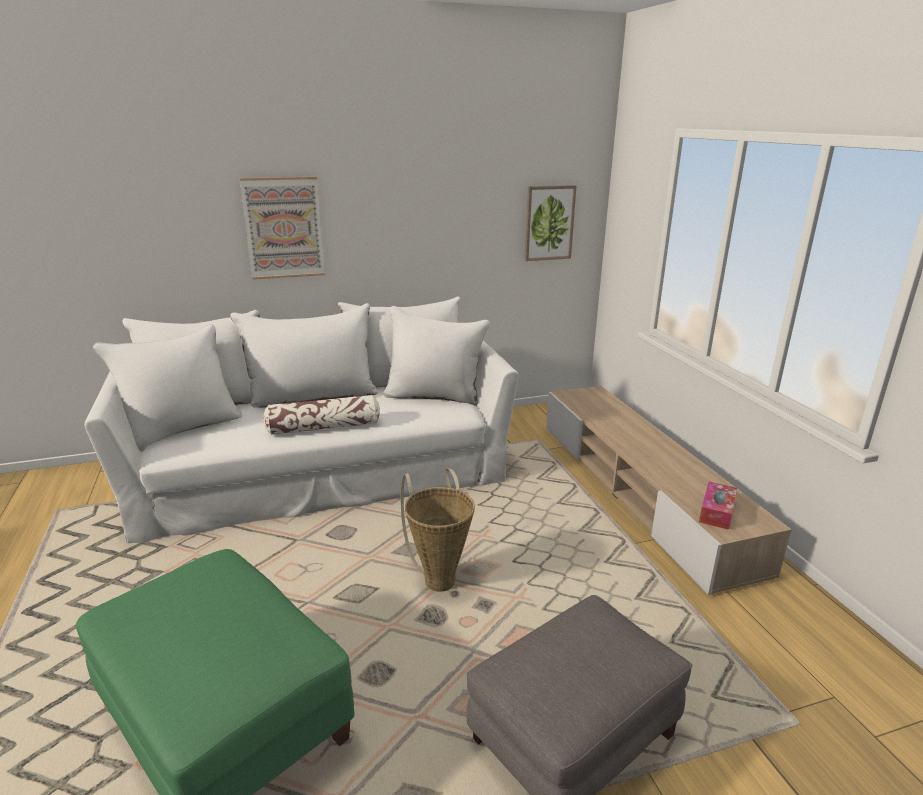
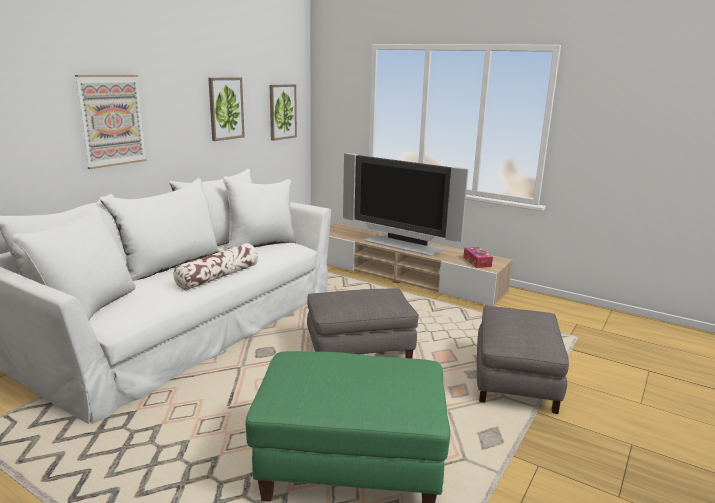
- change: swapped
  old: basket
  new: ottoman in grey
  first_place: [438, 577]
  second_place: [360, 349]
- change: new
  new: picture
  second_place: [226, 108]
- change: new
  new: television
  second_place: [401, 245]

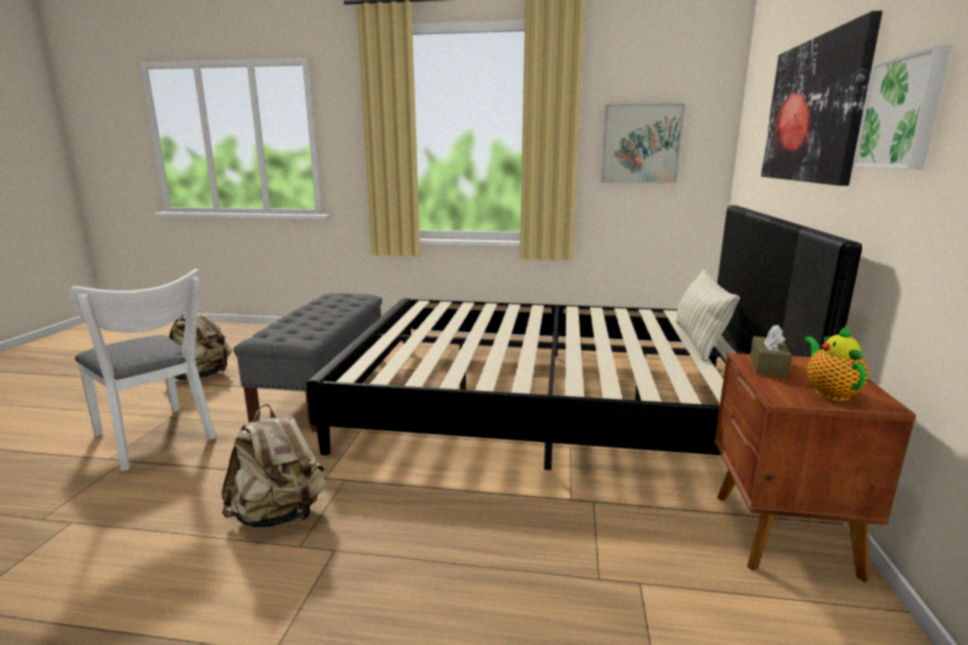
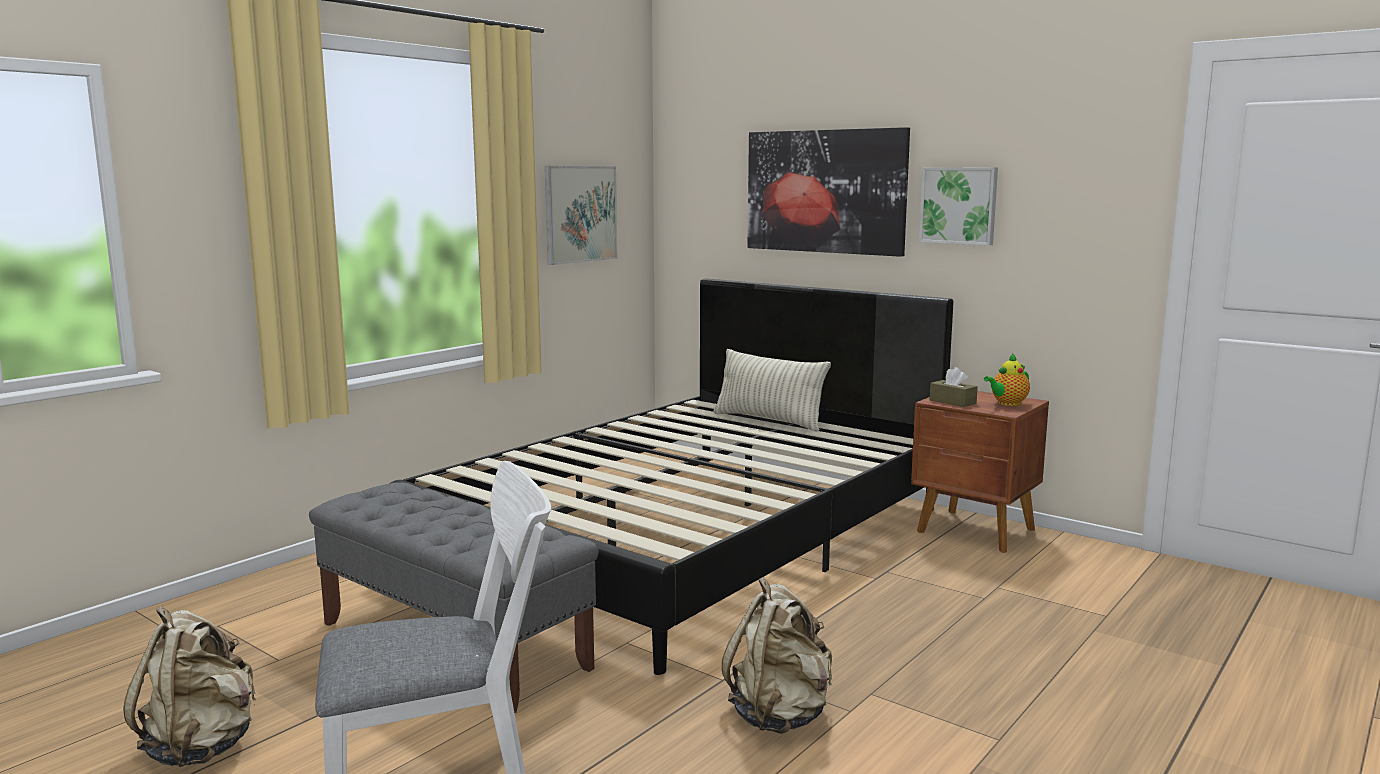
- change: rotated
  old: teapot
  first_place: [829, 392]
  second_place: [1007, 403]
  degrees: -60

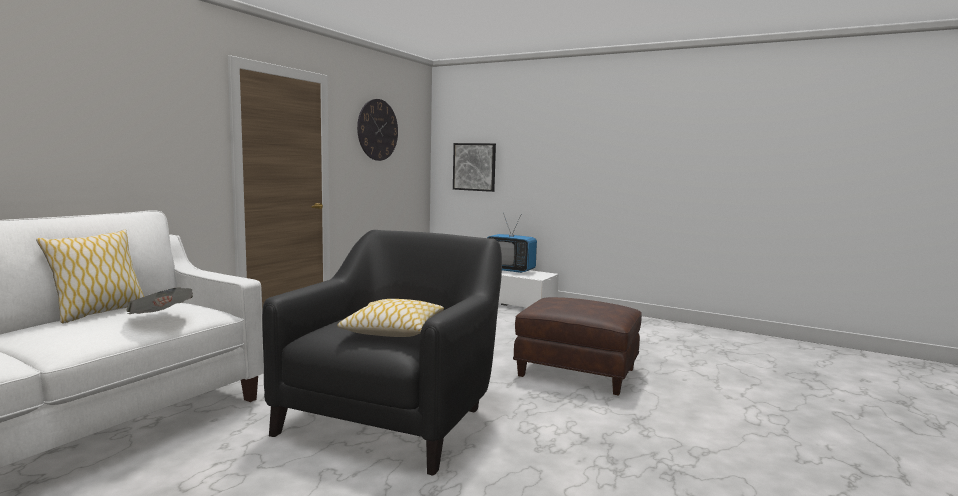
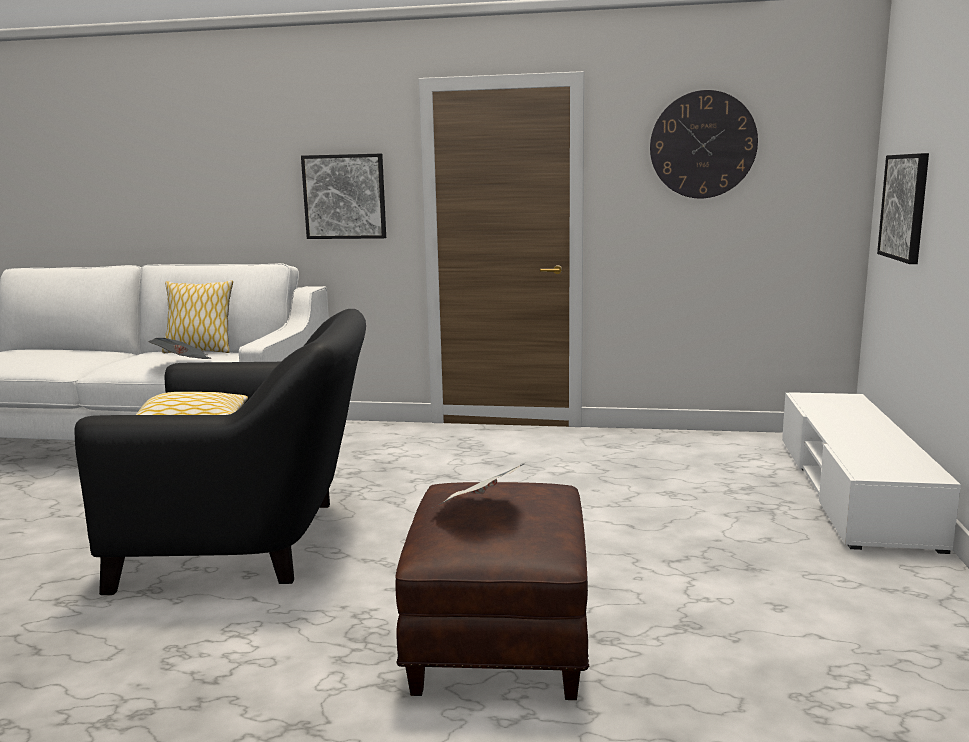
- change: gone
  old: television
  first_place: [510, 270]
- change: new
  new: picture
  second_place: [344, 196]
- change: new
  new: newspaper
  second_place: [477, 510]

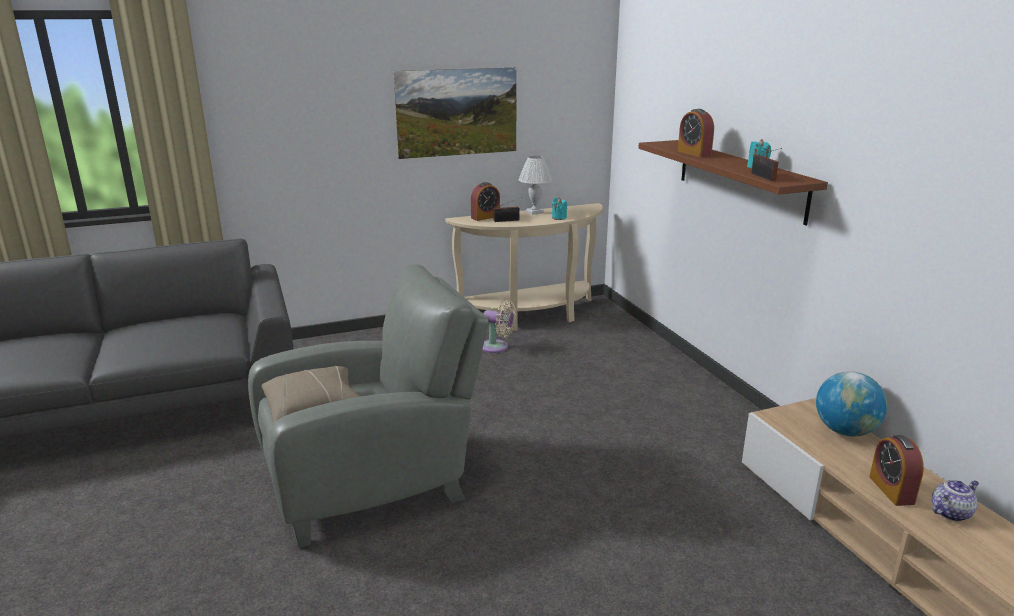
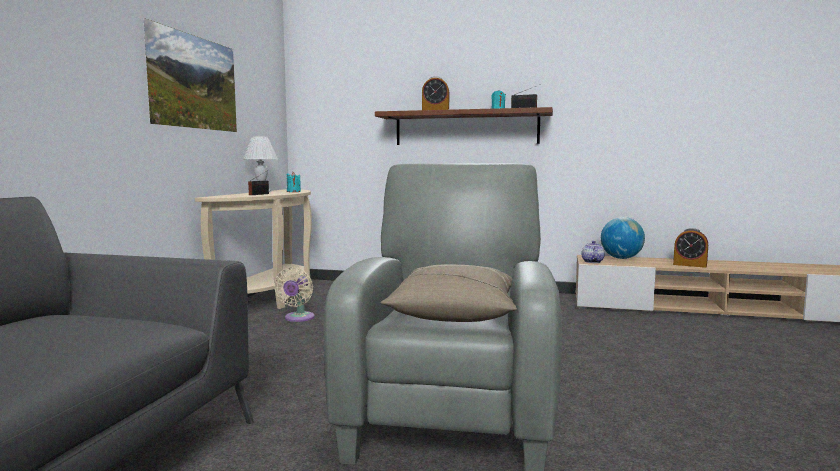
- change: gone
  old: alarm clock
  first_place: [485, 217]
- change: rotated
  old: fan in beige
  first_place: [497, 347]
  second_place: [298, 318]
  degrees: 135
- change: shifted
  old: teapot
  first_place: [950, 512]
  second_place: [592, 262]

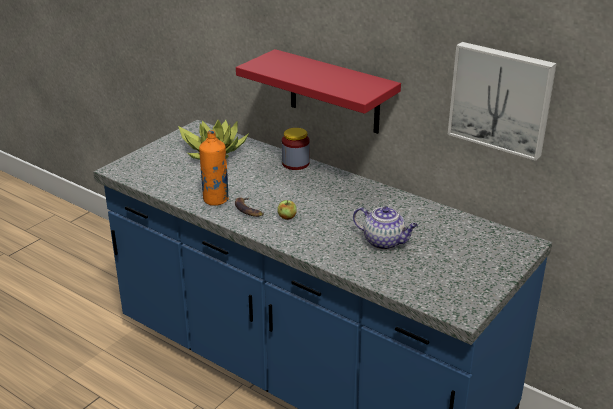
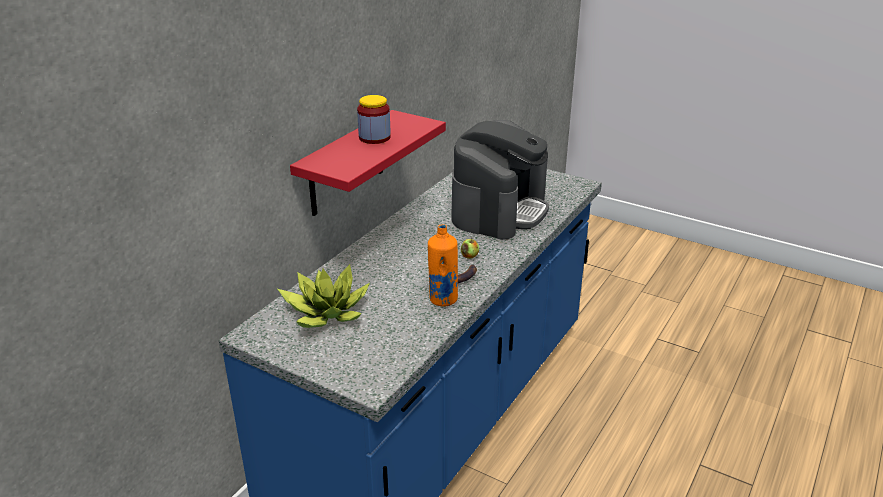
- change: gone
  old: picture
  first_place: [501, 99]
- change: shifted
  old: jar
  first_place: [295, 163]
  second_place: [374, 137]
- change: swapped
  old: teapot
  new: coffee machine
  first_place: [384, 242]
  second_place: [499, 210]

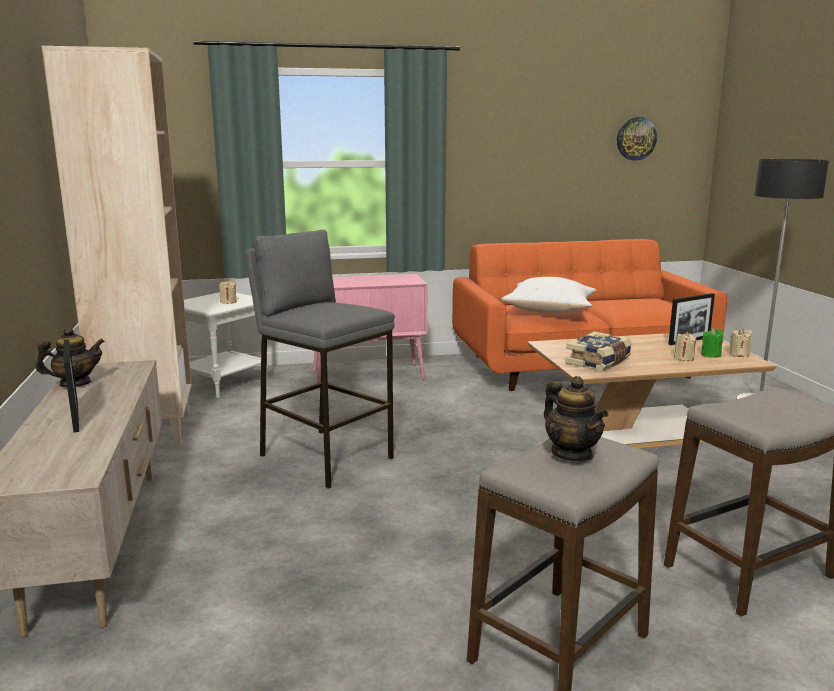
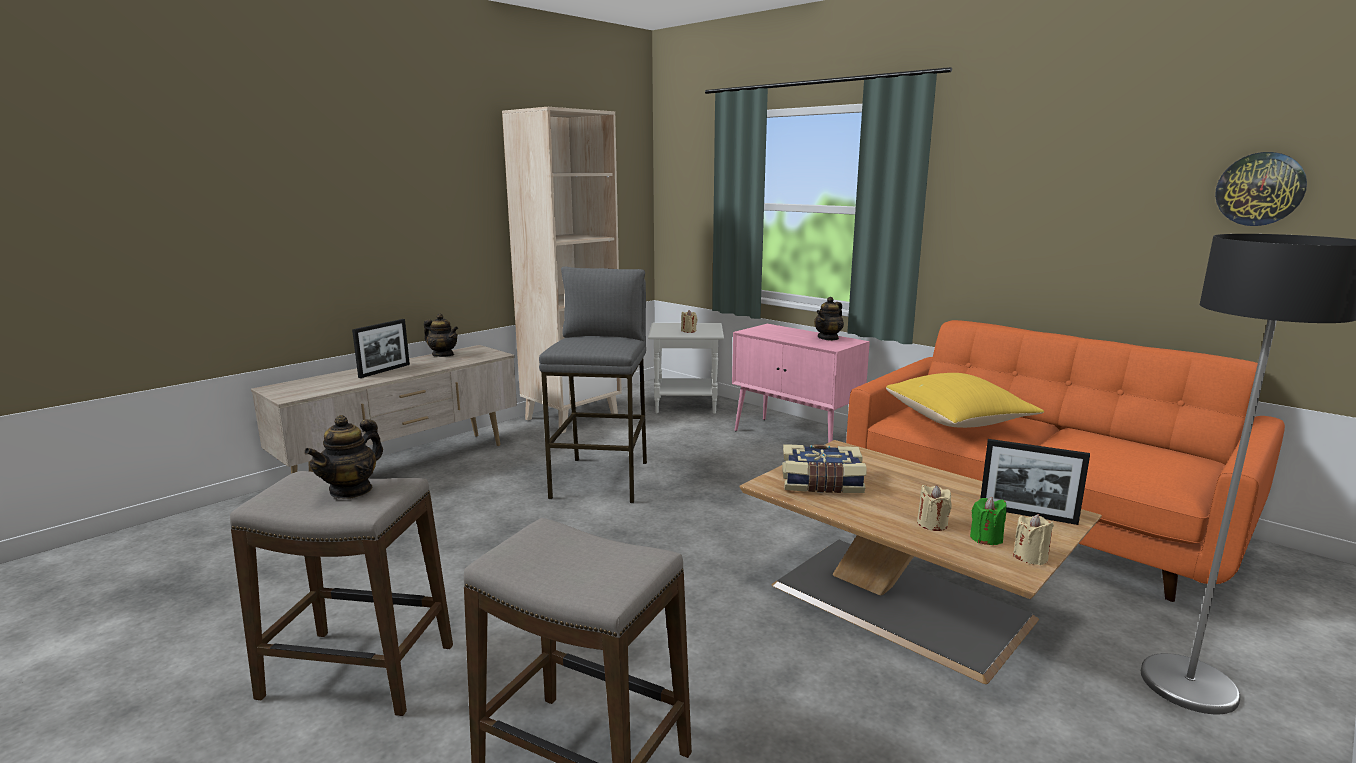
- change: repainted
  old: pillow in white
  new: pillow in yellow
  first_place: [550, 311]
  second_place: [959, 422]
- change: new
  new: teapot
  second_place: [828, 338]

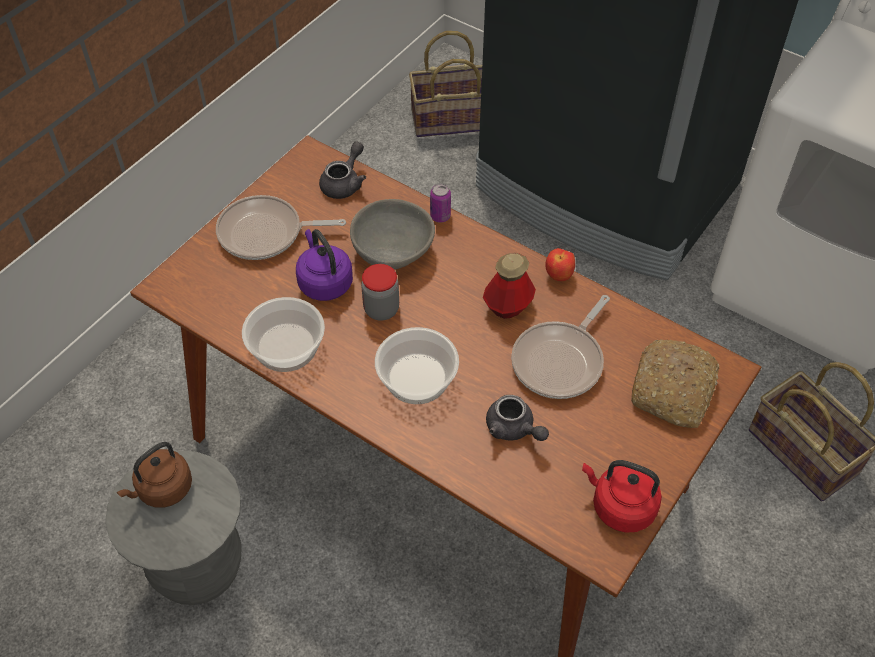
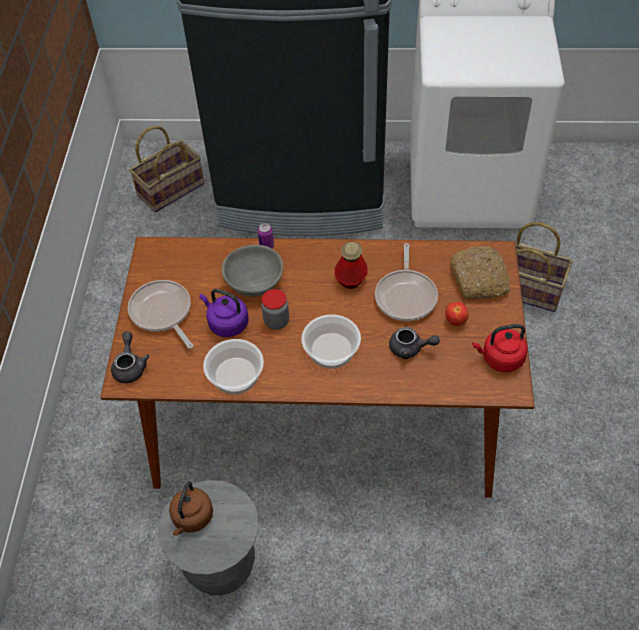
- change: shifted
  old: teapot in grey
  first_place: [344, 183]
  second_place: [130, 366]
- change: rotated
  old: frying pan
  first_place: [265, 234]
  second_place: [162, 313]
  degrees: 90
- change: shifted
  old: apple
  first_place: [559, 276]
  second_place: [455, 321]

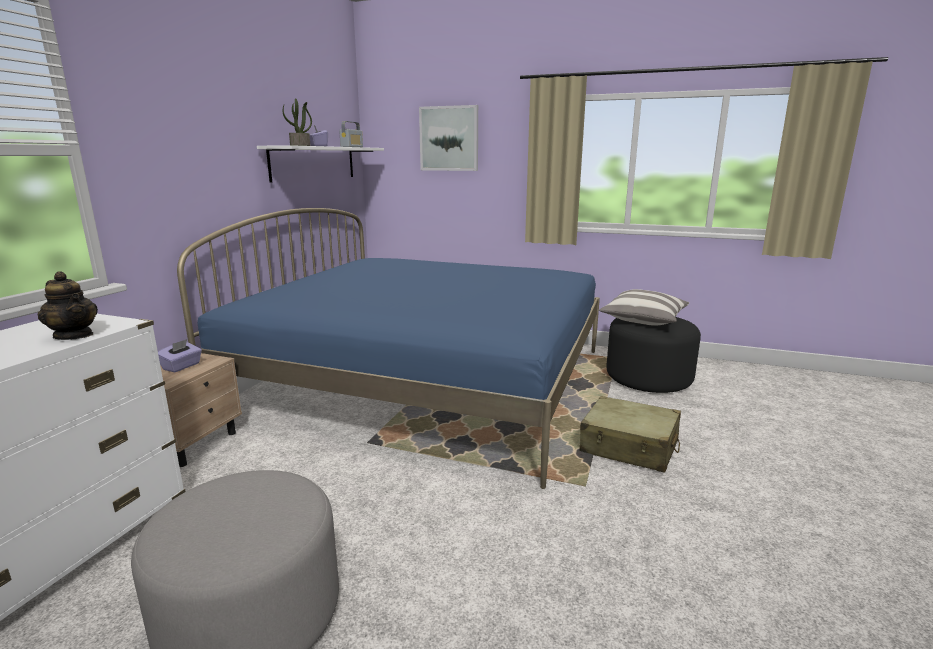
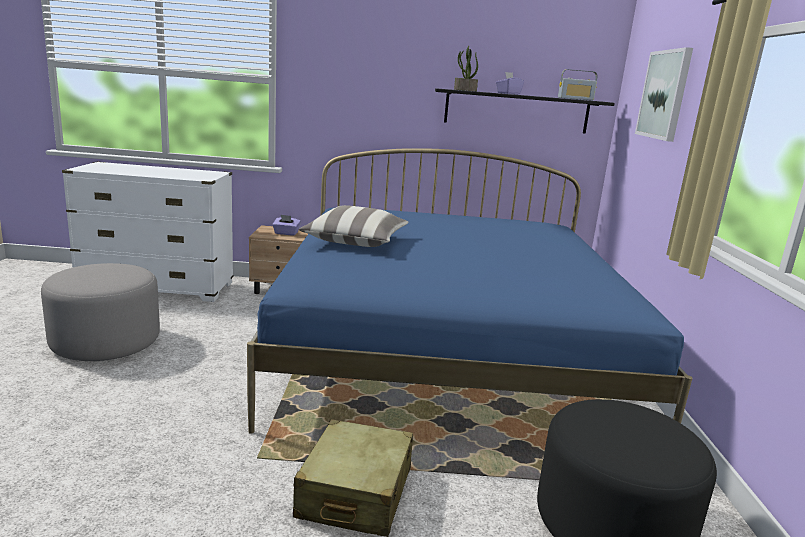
- change: repainted
  old: shelf in white
  new: shelf in black
  first_place: [314, 163]
  second_place: [516, 111]
- change: gone
  old: teapot
  first_place: [74, 335]
- change: shifted
  old: pillow
  first_place: [644, 319]
  second_place: [355, 241]

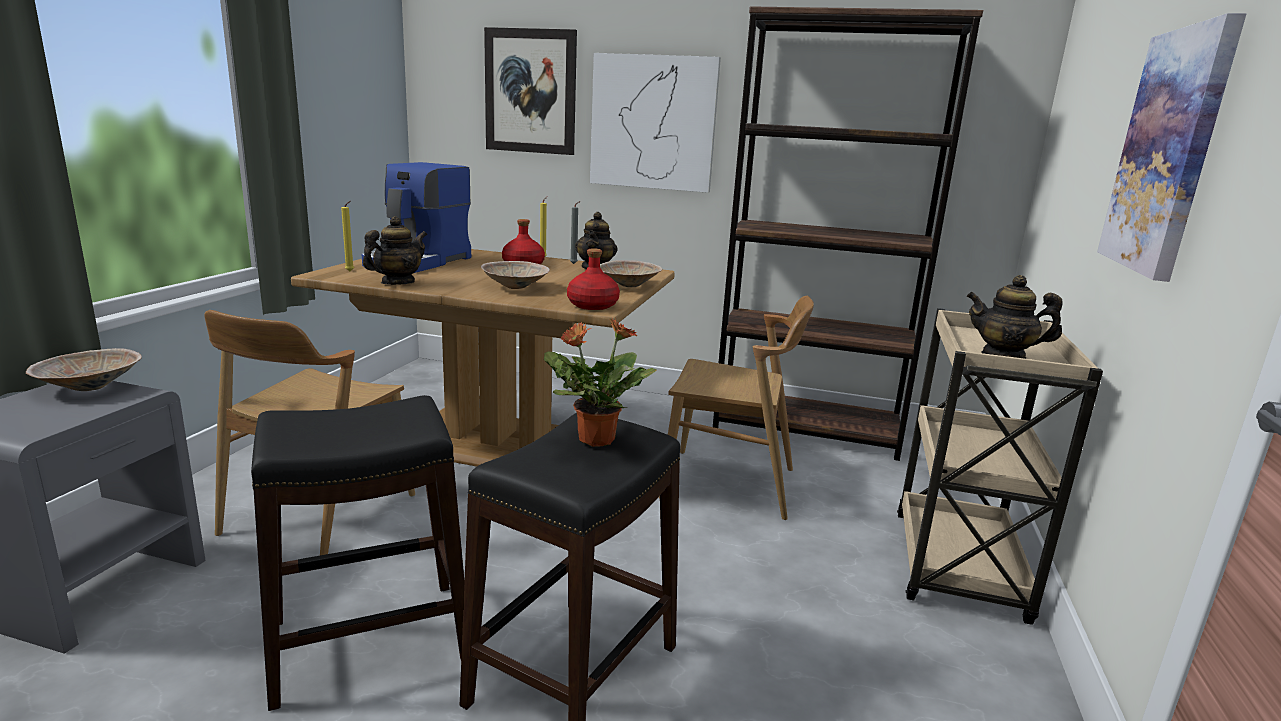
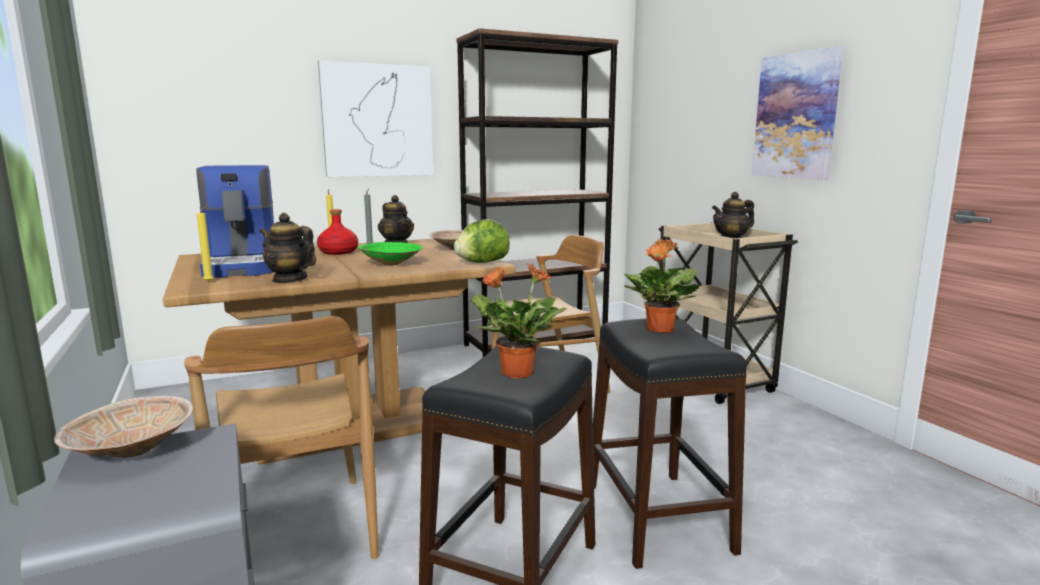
- change: gone
  old: picture
  first_place: [530, 92]
- change: rotated
  old: teapot
  first_place: [397, 283]
  second_place: [289, 279]
  degrees: -60
- change: swapped
  old: bottle in red
  new: lettuce
  first_place: [593, 305]
  second_place: [482, 262]
- change: repainted
  old: bowl in beige
  new: bowl in green
  first_place: [515, 287]
  second_place: [392, 264]
- change: new
  new: potted plant
  second_place: [516, 373]

